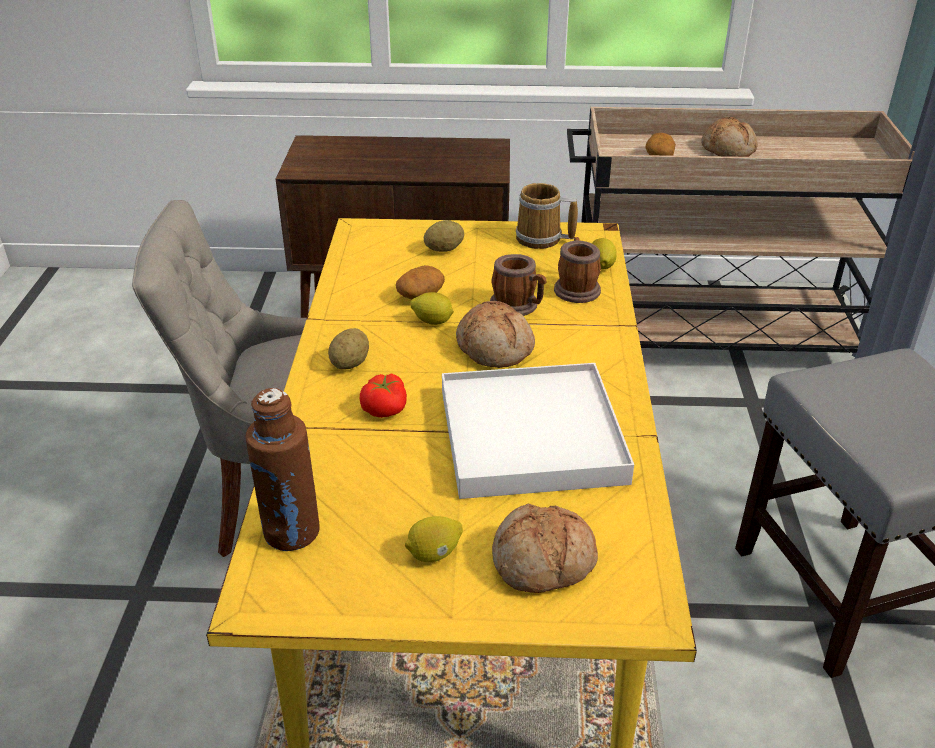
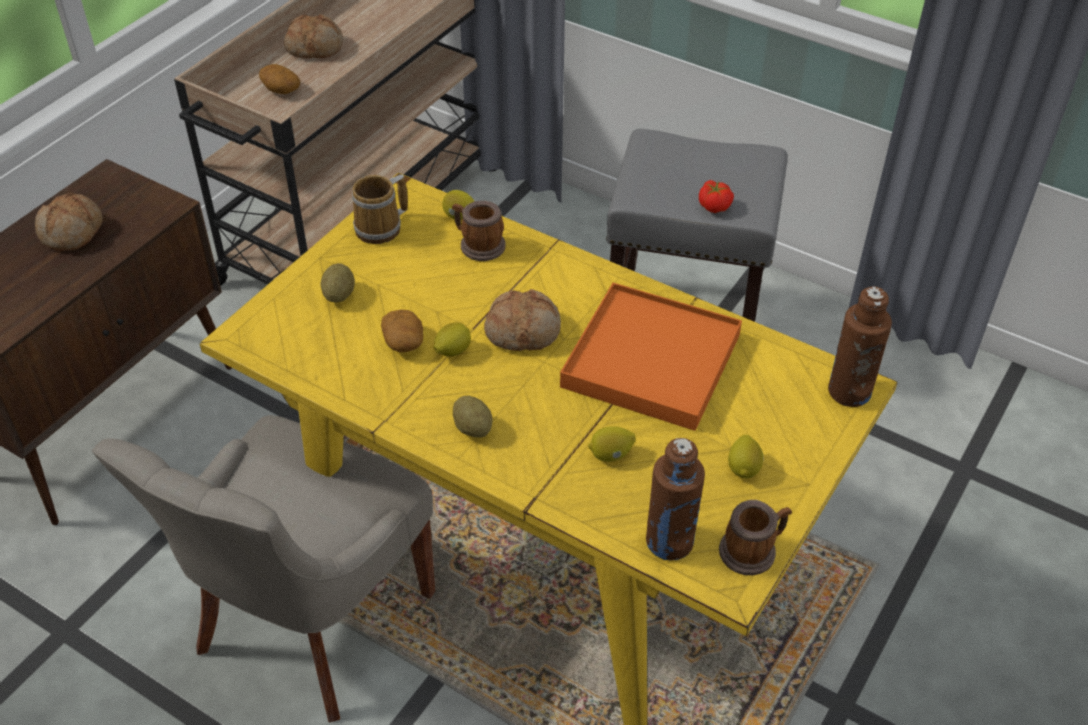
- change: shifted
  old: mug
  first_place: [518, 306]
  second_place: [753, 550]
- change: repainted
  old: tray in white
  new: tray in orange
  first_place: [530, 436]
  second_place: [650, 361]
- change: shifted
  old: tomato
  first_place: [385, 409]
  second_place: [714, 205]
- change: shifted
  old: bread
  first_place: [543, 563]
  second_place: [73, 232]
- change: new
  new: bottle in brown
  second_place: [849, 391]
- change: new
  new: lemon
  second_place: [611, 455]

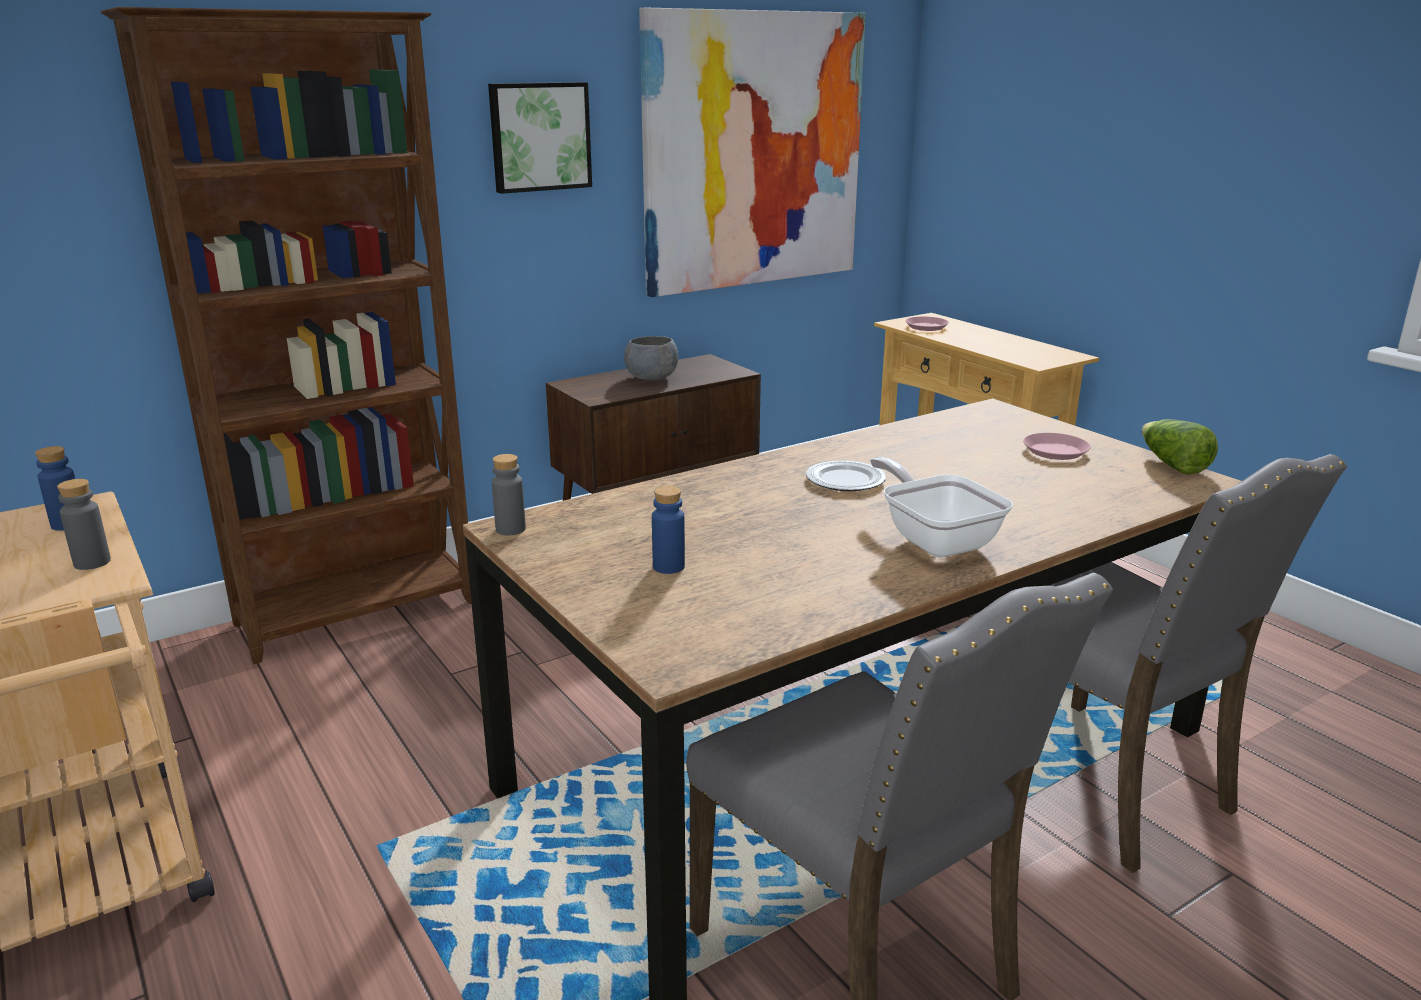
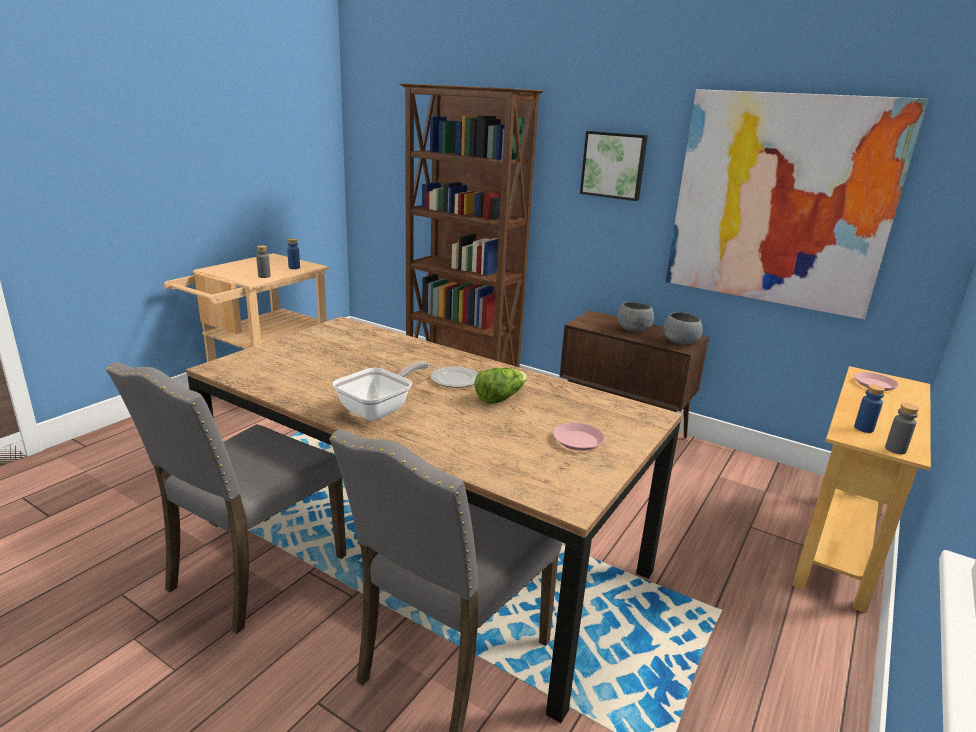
- change: shifted
  old: lettuce
  first_place: [1172, 465]
  second_place: [500, 398]
- change: shifted
  old: bottle in grey
  first_place: [510, 529]
  second_place: [895, 449]
- change: shifted
  old: bottle in blue
  first_place: [668, 567]
  second_place: [863, 428]
- change: new
  new: bowl in grey
  second_place: [680, 342]

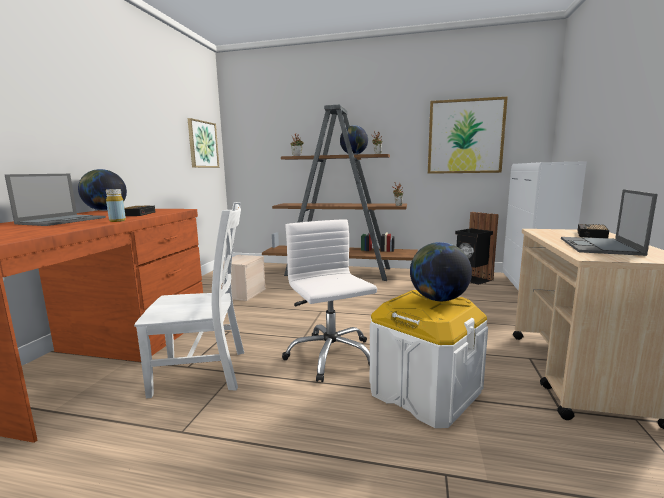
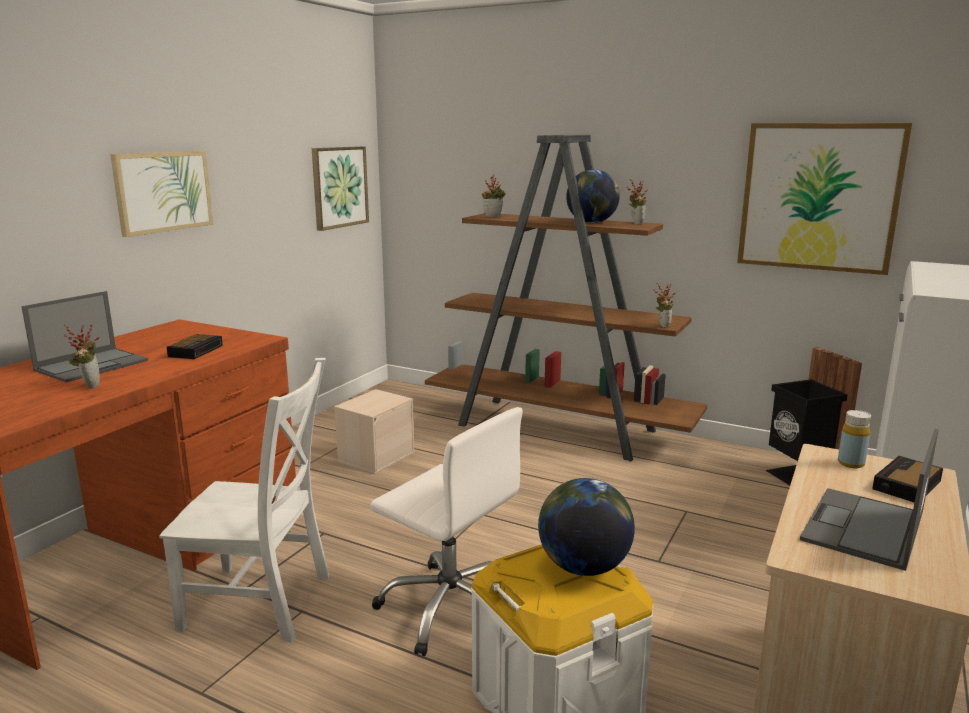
- change: gone
  old: globe
  first_place: [105, 210]
- change: shifted
  old: bottle in yellow
  first_place: [117, 221]
  second_place: [850, 463]
- change: rotated
  old: office chair in white
  first_place: [330, 356]
  second_place: [451, 607]
  degrees: 135
- change: new
  new: picture
  second_place: [163, 191]
- change: new
  new: potted plant
  second_place: [89, 385]

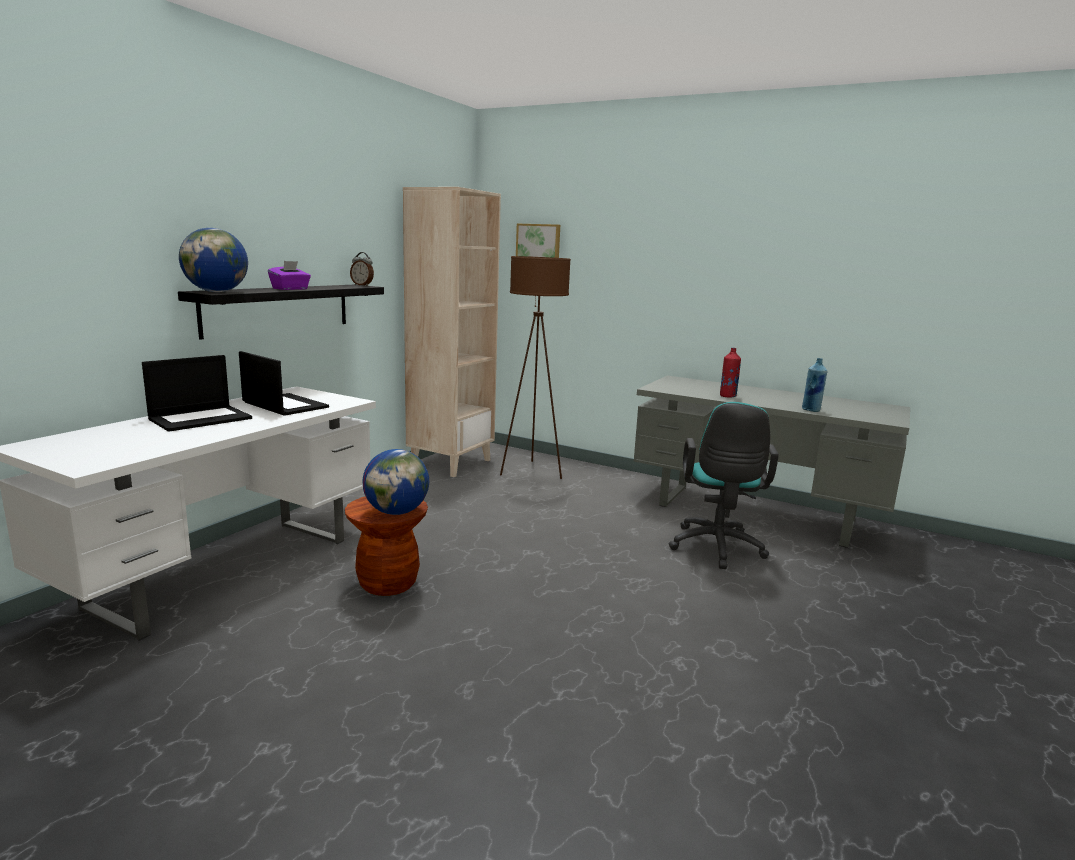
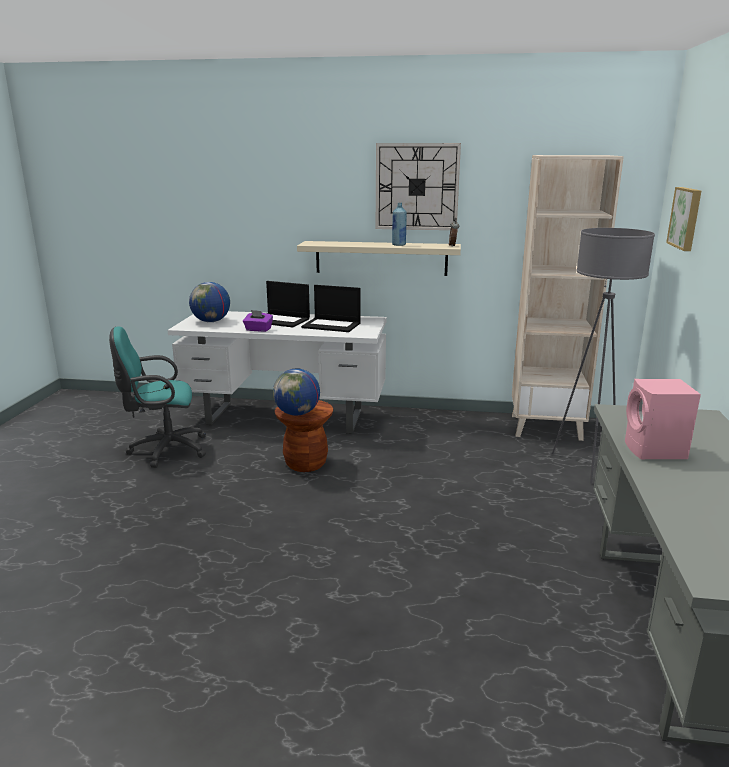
- change: shifted
  old: globe
  first_place: [217, 292]
  second_place: [211, 321]
- change: repainted
  old: floor lamp in brown
  new: floor lamp in grey
  first_place: [532, 471]
  second_place: [585, 465]
- change: shifted
  old: tissue box in purple
  first_place: [290, 289]
  second_place: [258, 329]
- change: repainted
  old: shelf in black
  new: shelf in beige
  first_place: [278, 309]
  second_place: [381, 258]
- change: swapped
  old: bottle in red
  new: speaker in pink
  first_place: [728, 396]
  second_place: [655, 451]
- change: rotated
  old: laptop
  first_place: [284, 405]
  second_place: [332, 325]
  degrees: 90
- change: shifted
  old: bottle in blue
  first_place: [811, 410]
  second_place: [398, 245]
- change: shifted
  old: office chair in turquoise
  first_place: [716, 549]
  second_place: [164, 450]
- change: new
  new: wall clock
  second_place: [417, 187]

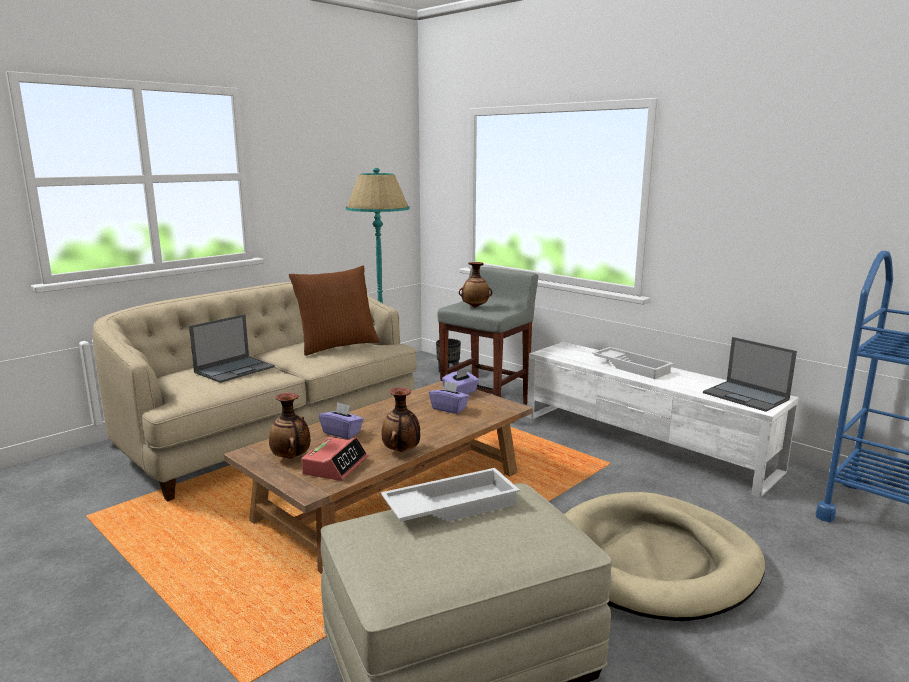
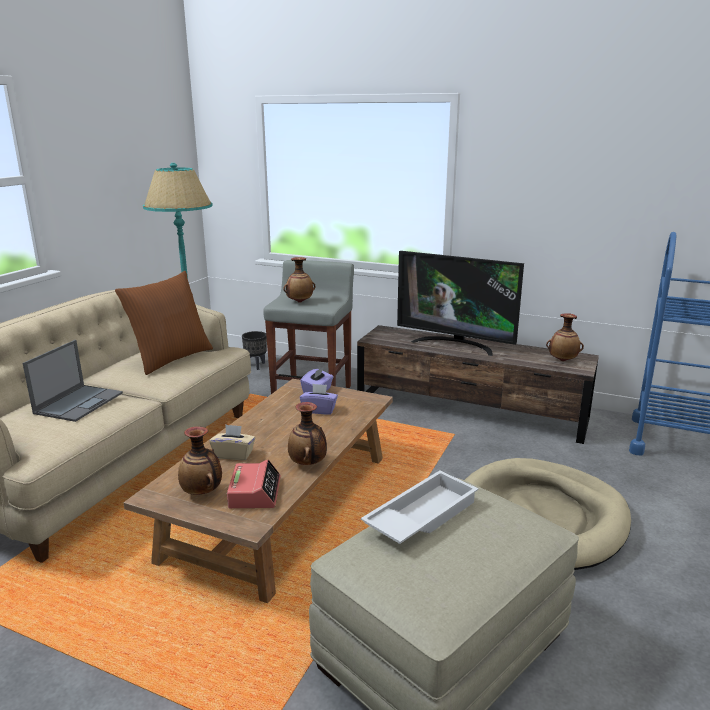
- change: swapped
  old: laptop
  new: vase
  first_place: [746, 396]
  second_place: [562, 360]
- change: repainted
  old: tv stand in white
  new: tv stand in brown
  first_place: [645, 443]
  second_place: [471, 409]
- change: swapped
  old: tray in white
  new: television
  first_place: [632, 367]
  second_place: [455, 344]
- change: repainted
  old: tissue box in purple
  new: tissue box in beige
  first_place: [342, 433]
  second_place: [234, 454]

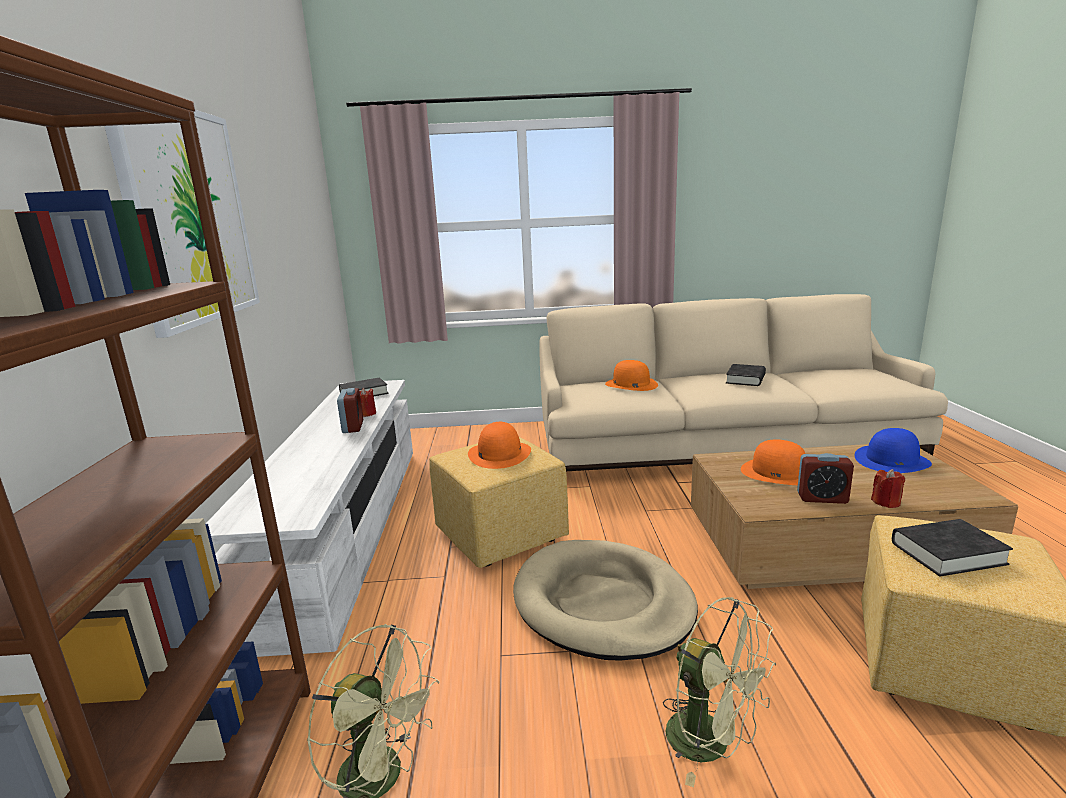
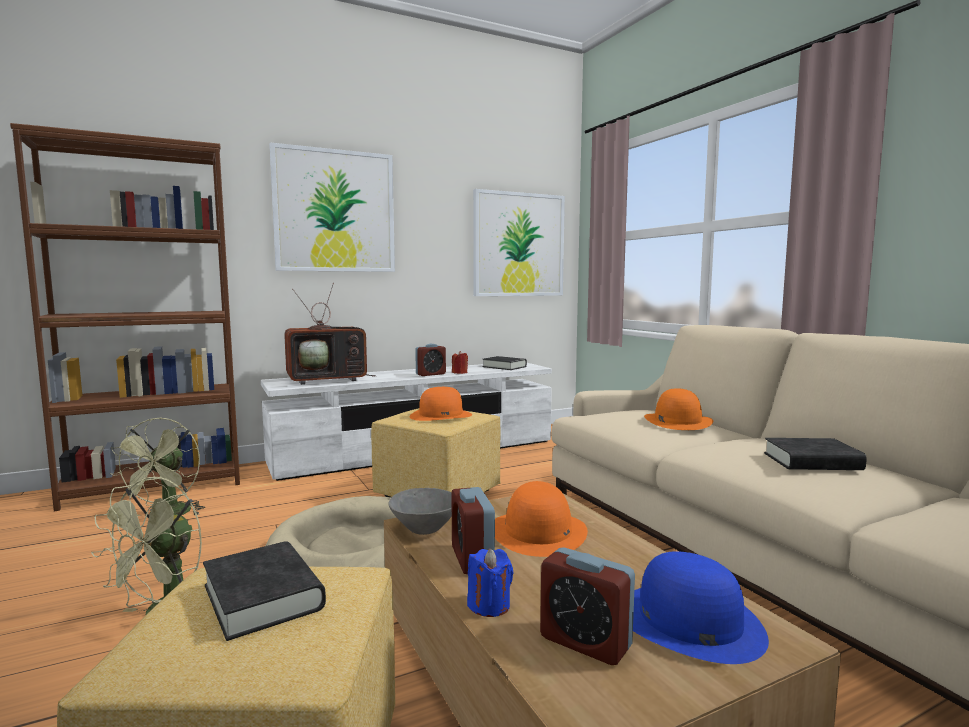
- change: repainted
  old: candle in red
  new: candle in blue
  first_place: [886, 502]
  second_place: [489, 605]
- change: new
  new: picture
  second_place: [518, 245]
- change: new
  new: television
  second_place: [329, 380]
- change: new
  new: bowl in grey
  second_place: [425, 528]
- change: new
  new: alarm clock
  second_place: [585, 642]

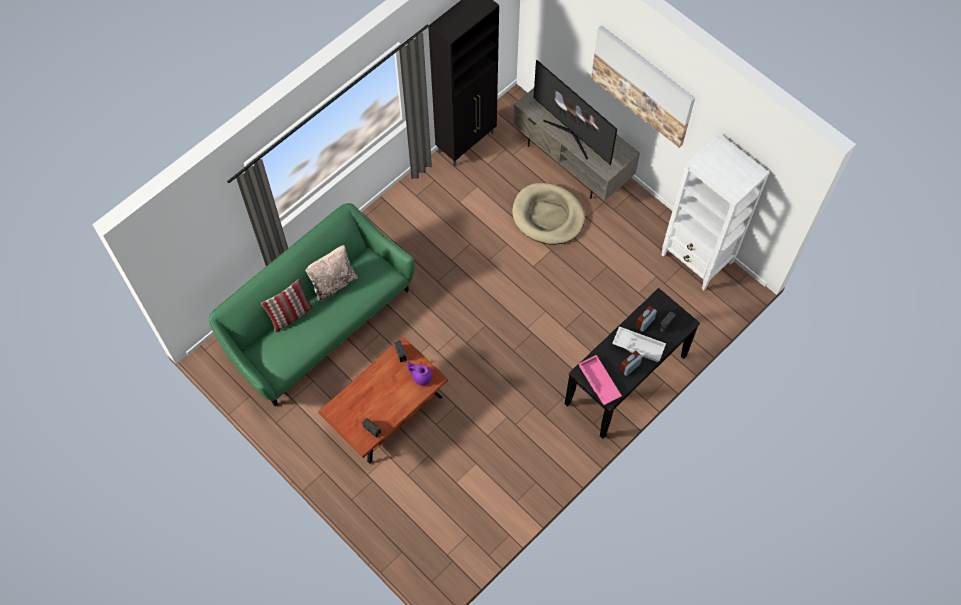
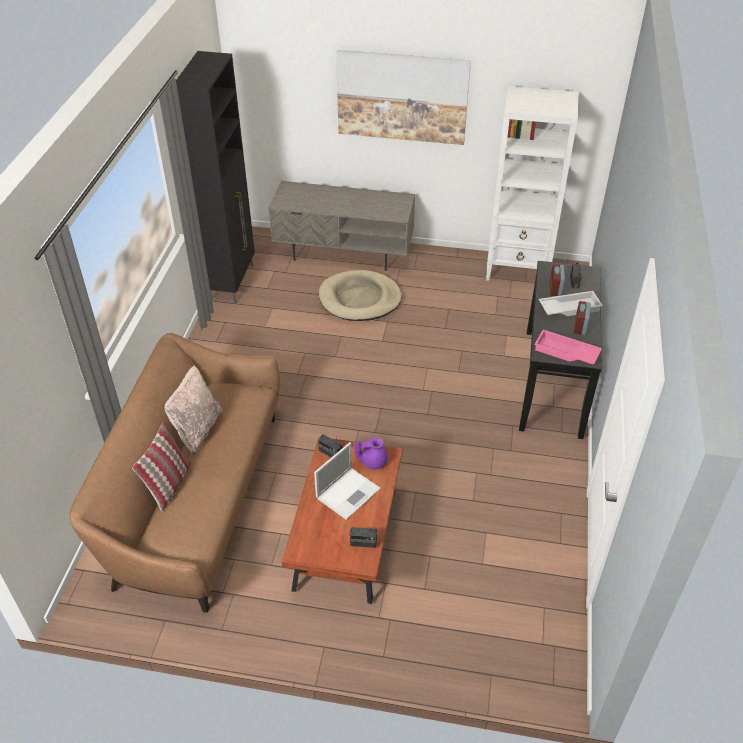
- change: gone
  old: television
  first_place: [572, 133]
- change: repainted
  old: sofa in green
  new: sofa in brown
  first_place: [318, 323]
  second_place: [196, 499]
- change: new
  new: laptop
  second_place: [349, 492]

